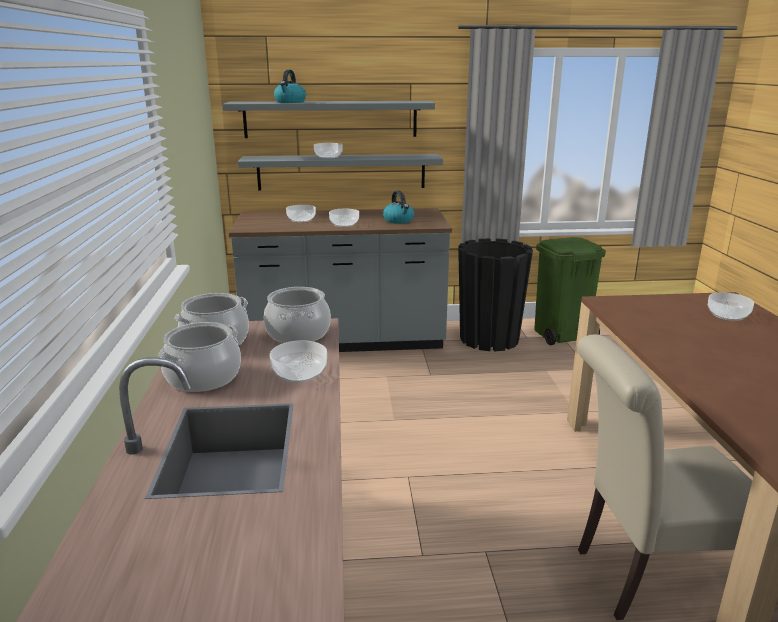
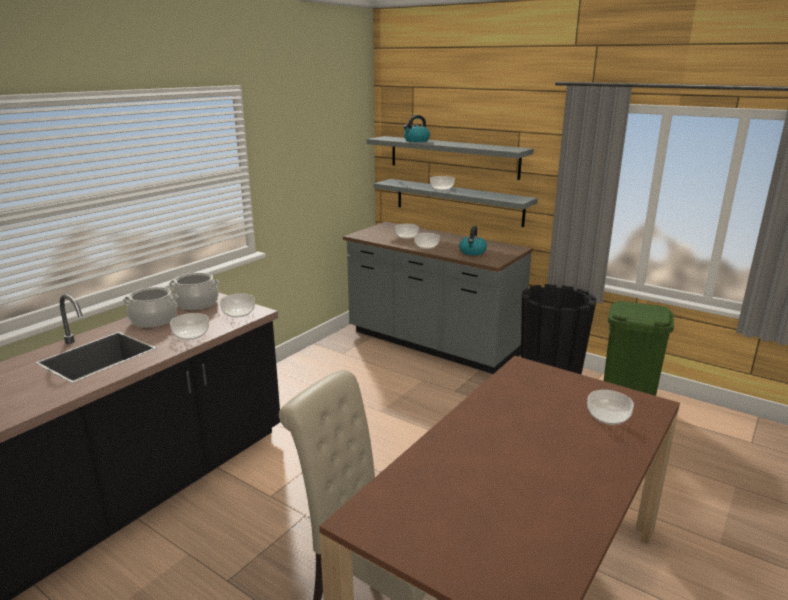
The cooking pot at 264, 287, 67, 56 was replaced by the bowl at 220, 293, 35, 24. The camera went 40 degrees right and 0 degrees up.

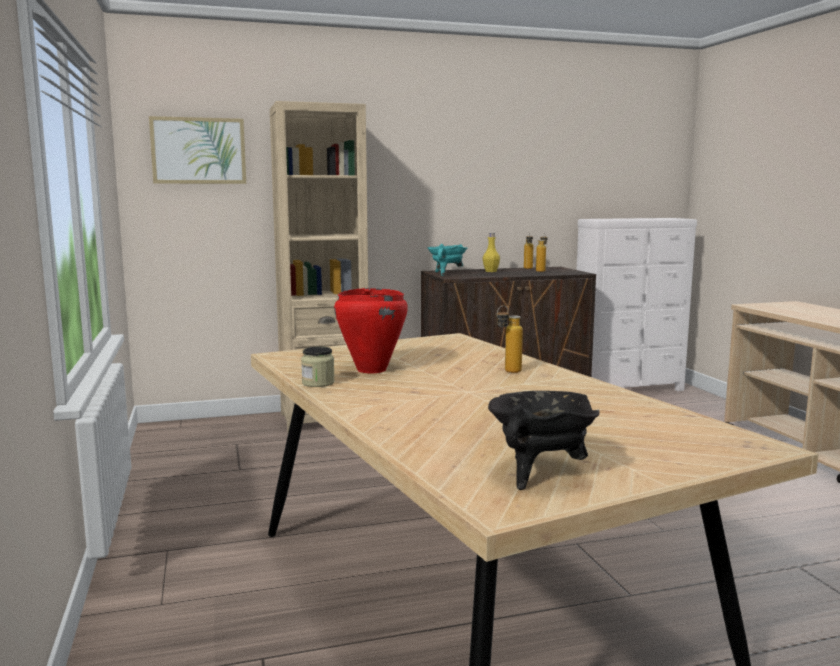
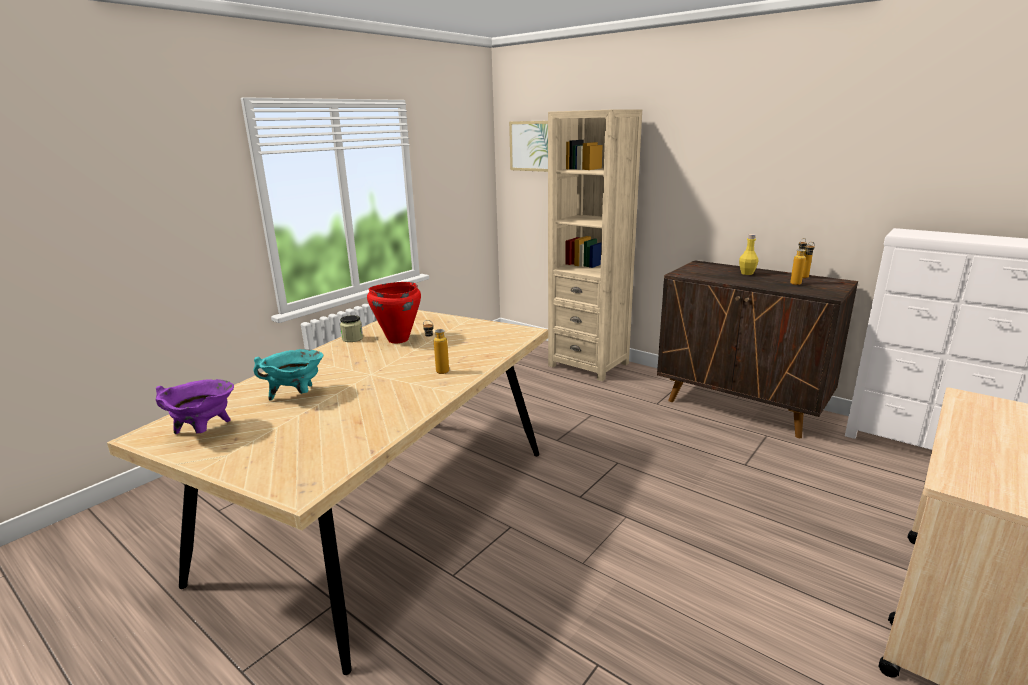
The cooking pot (turquoise) moved from 427, 244, 40, 32 to 253, 349, 70, 52. The cooking pot (black) at 488, 391, 112, 99 became the cooking pot (purple) at 156, 379, 78, 55. The camera went 55 degrees right and 10 degrees up.

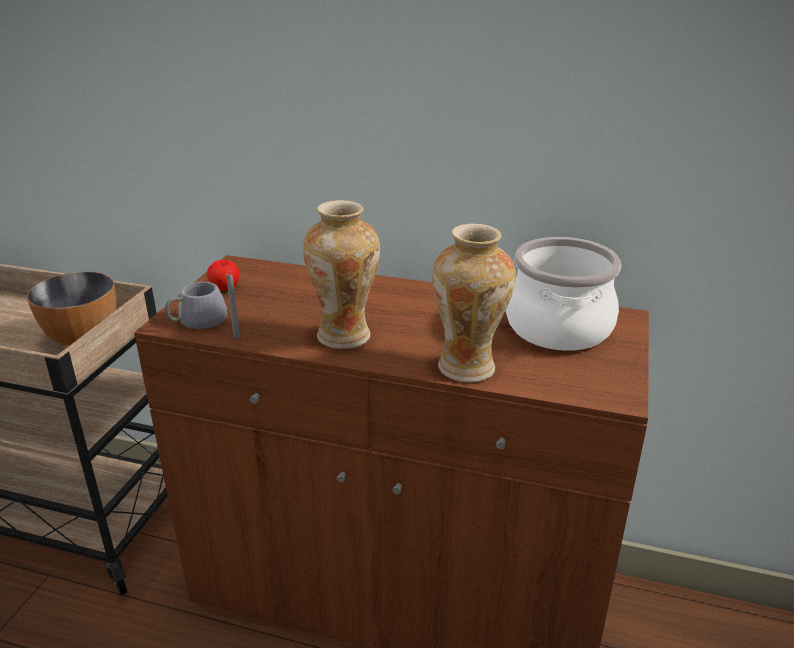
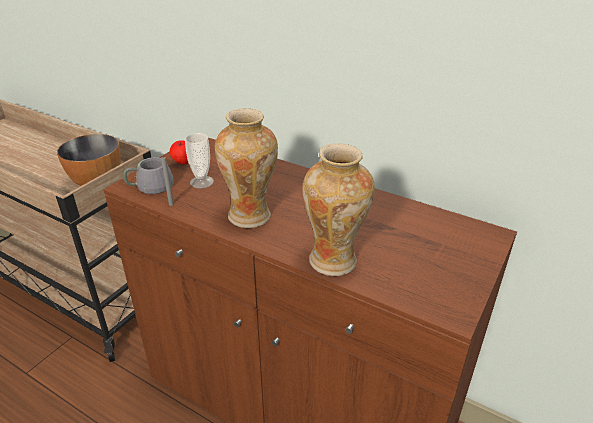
The cooking pot at 506, 237, 115, 114 disappeared. The cup at 185, 133, 29, 56 appeared. The camera went 15 degrees right and 5 degrees up.

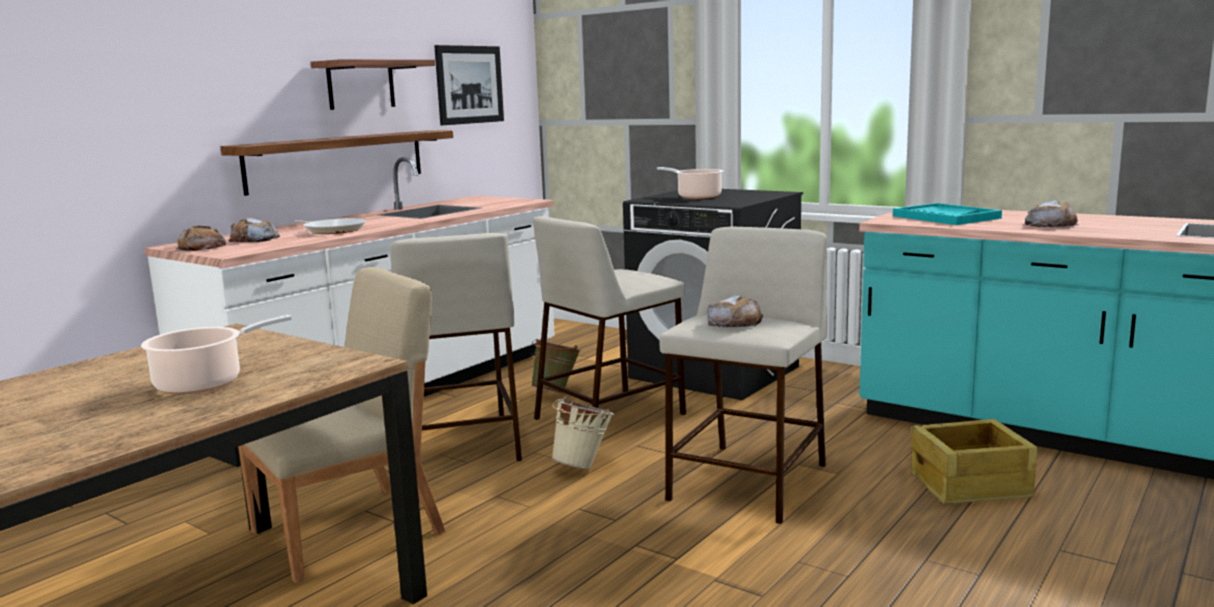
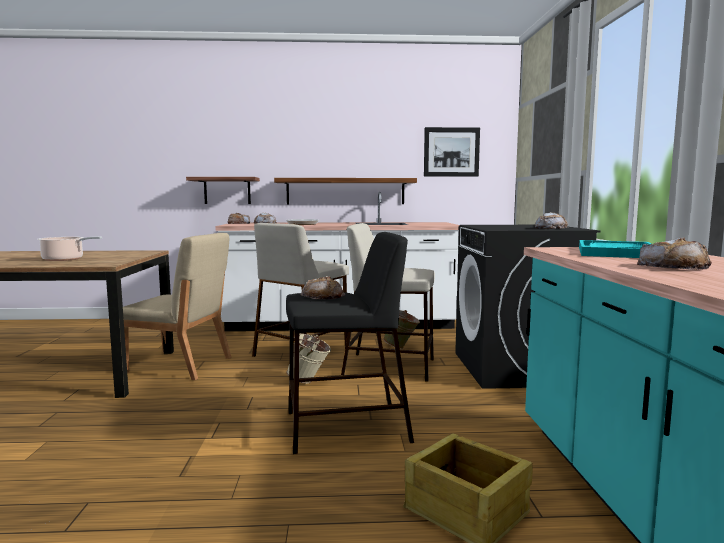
The shelf moved from 311, 59, 124, 51 to 186, 177, 74, 27. The cooking pot at 657, 167, 66, 32 disappeared. The stool (beige) at 660, 226, 167, 298 became the stool (black) at 286, 232, 128, 222. The bread at 535, 212, 33, 17 appeared. The camera went 50 degrees right and 5 degrees down.

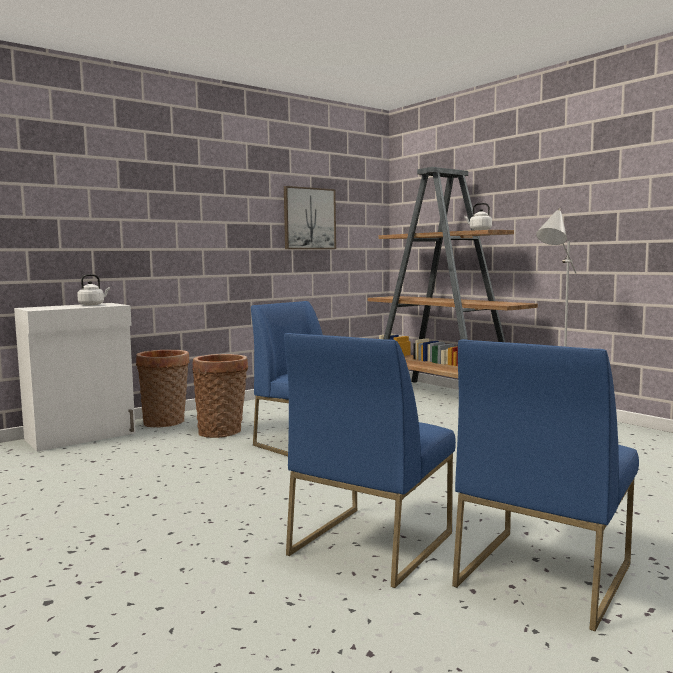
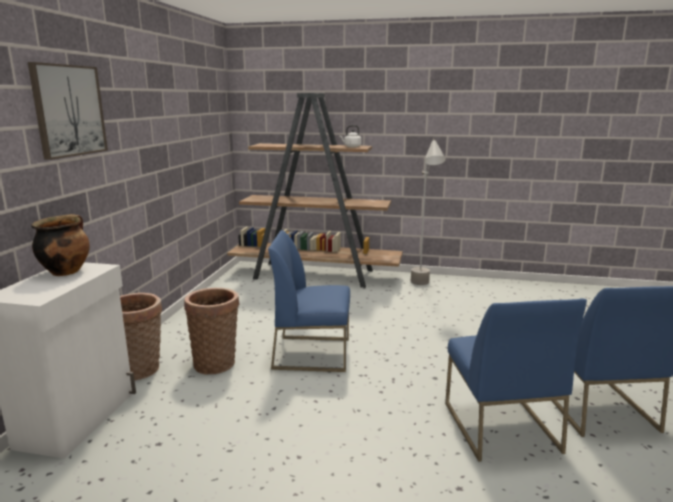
The picture moved from 284, 186, 52, 63 to 28, 62, 80, 98. The kettle (white) at 77, 274, 33, 31 was replaced by the cooking pot at 31, 214, 59, 62. The camera went 40 degrees left and 10 degrees up.

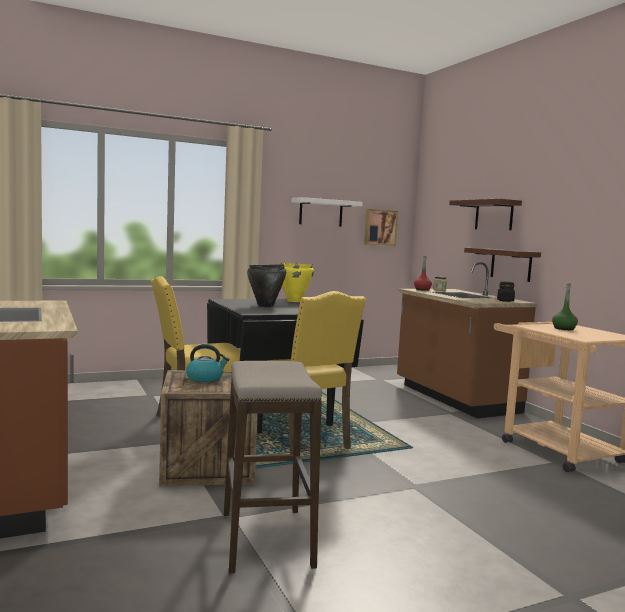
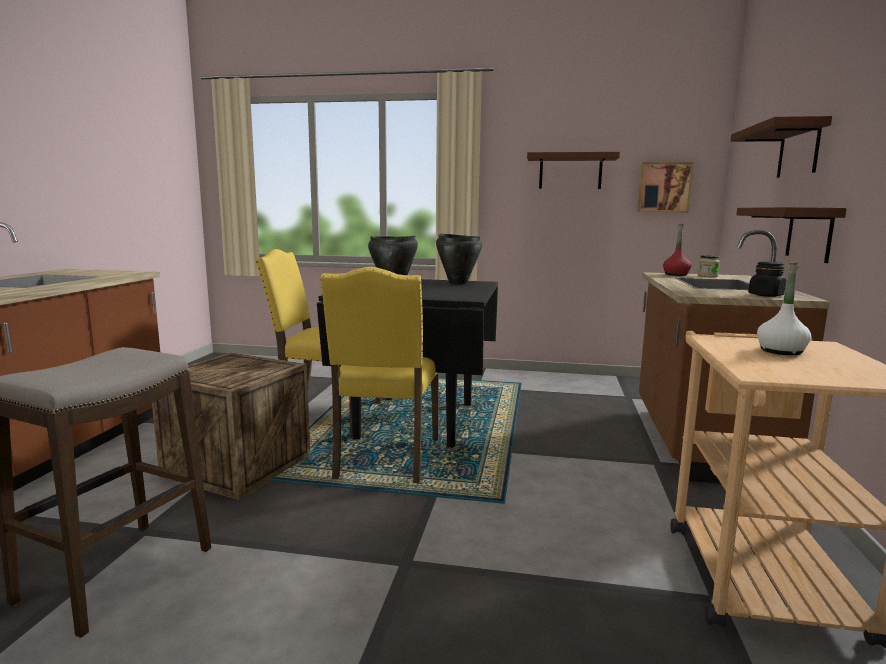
The shelf (white) at 291, 197, 72, 30 became the shelf (brown) at 527, 152, 93, 37. The cooking pot (yellow) at 280, 262, 34, 40 became the cooking pot (black) at 436, 234, 46, 51. The bottle (green) at 552, 283, 26, 47 became the bottle (white) at 757, 261, 55, 94. The kettle at 186, 344, 43, 38 disappeared. The camera went 35 degrees right and 5 degrees up.

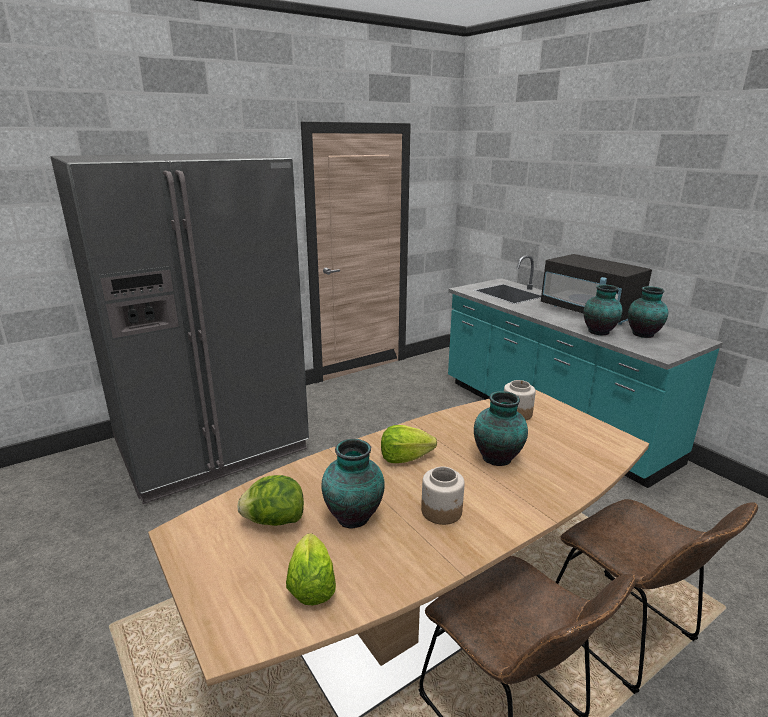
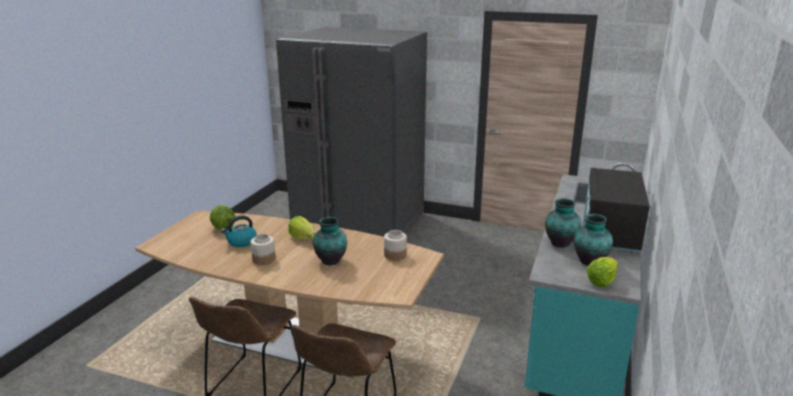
The vase at 322, 439, 63, 90 was replaced by the kettle at 221, 215, 36, 32. The lettuce moved from 286, 533, 50, 72 to 586, 257, 32, 30. The camera went 55 degrees right and 0 degrees up.

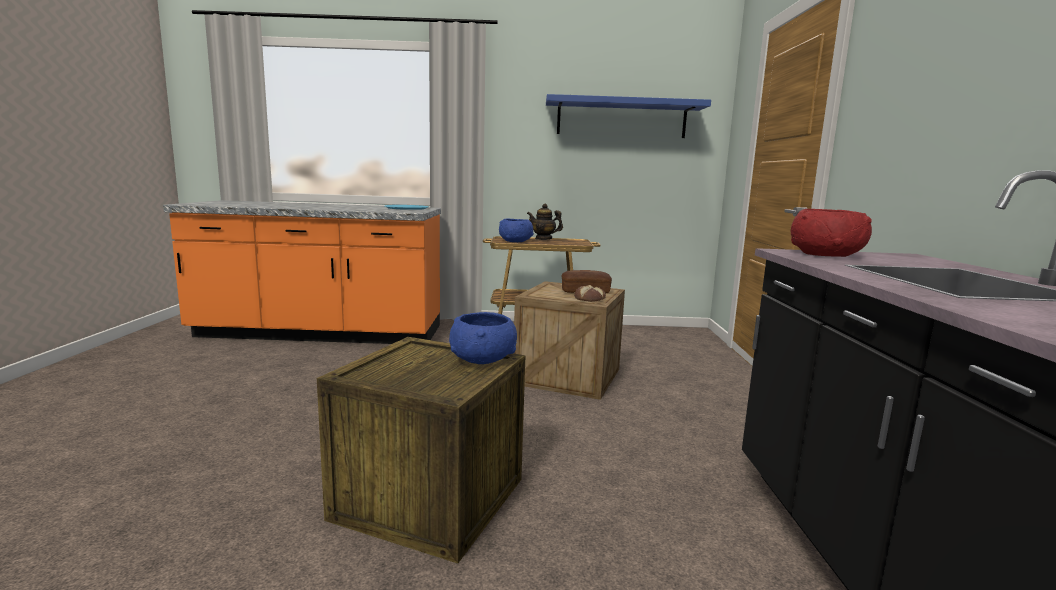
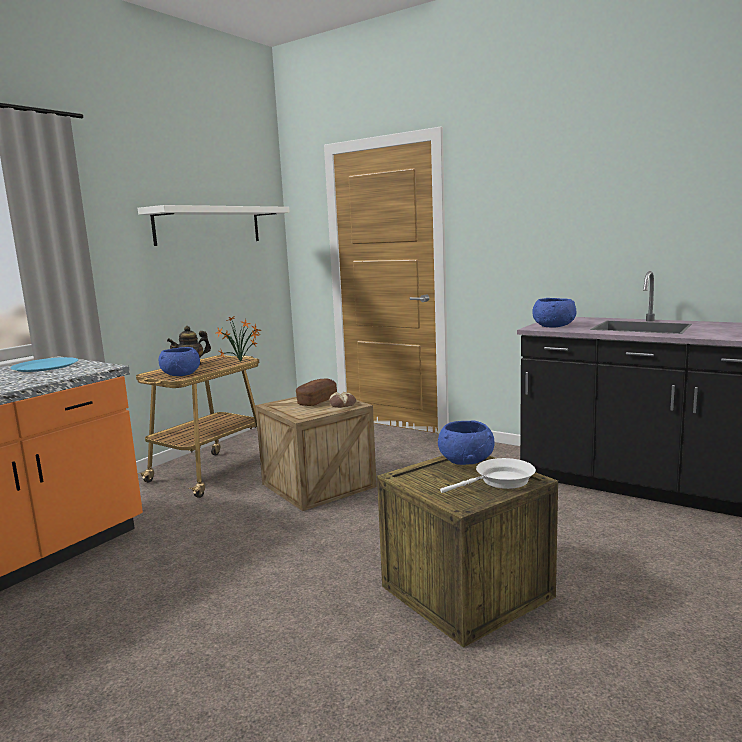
The shelf (blue) at 546, 94, 165, 44 became the shelf (white) at 138, 205, 152, 41. The bowl (red) at 791, 209, 81, 48 became the bowl (blue) at 532, 298, 44, 30. The potted plant at 216, 315, 45, 46 appeared. The frying pan (white) at 440, 458, 96, 35 appeared. The camera went 55 degrees left and 0 degrees up.

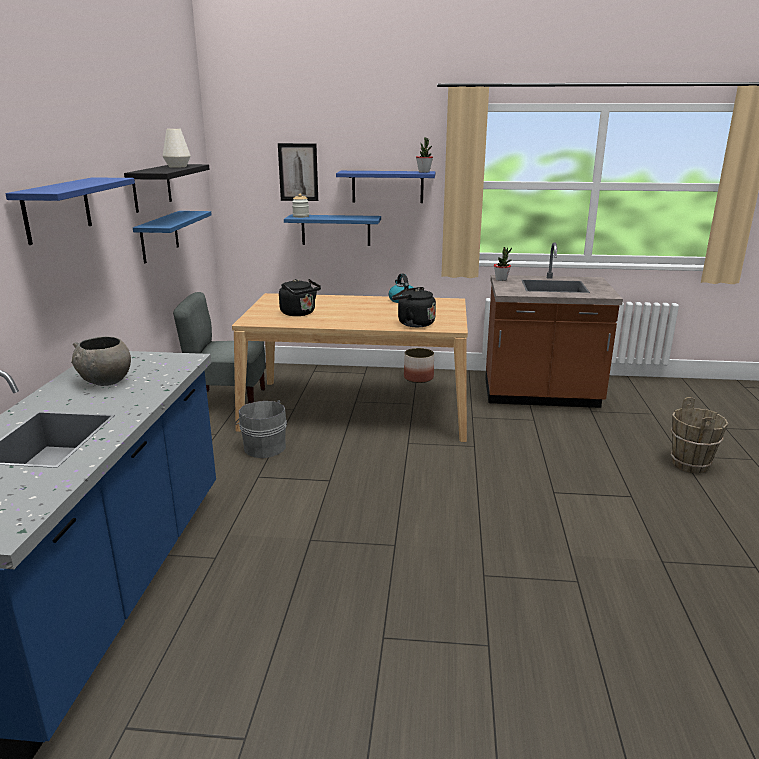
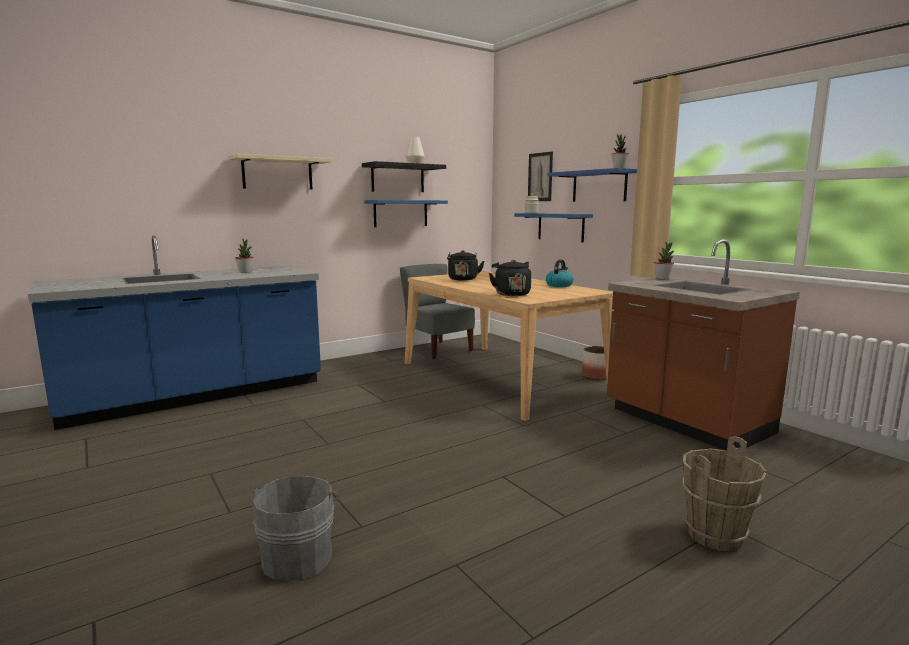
The shelf (blue) at 5, 177, 130, 68 became the shelf (beige) at 228, 154, 104, 36. The bowl (grey) at 71, 337, 60, 49 was replaced by the potted plant at 235, 239, 18, 34. The bucket (grey) moved from 235, 400, 52, 58 to 253, 476, 86, 105. The camera went 50 degrees right and 10 degrees down.

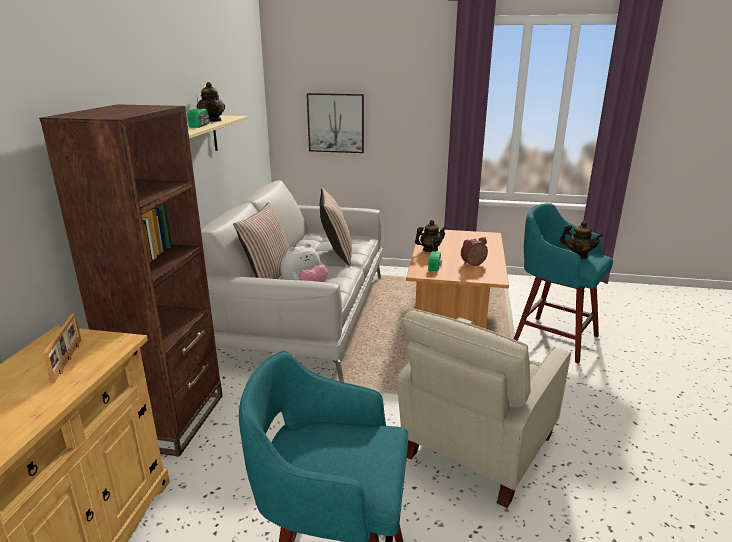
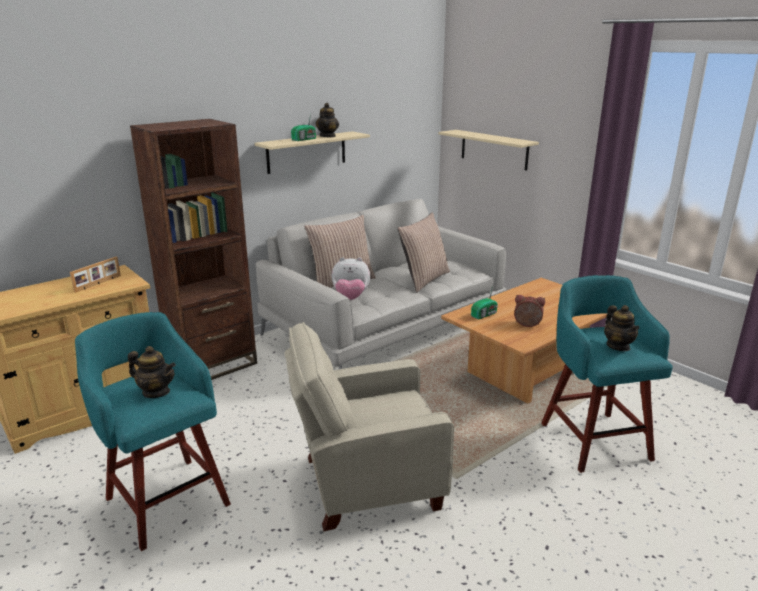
The picture at 307, 93, 57, 60 was replaced by the shelf (beige) at 438, 130, 101, 41. The teapot moved from 415, 220, 32, 32 to 128, 346, 48, 52. The camera went 40 degrees right and 0 degrees up.

